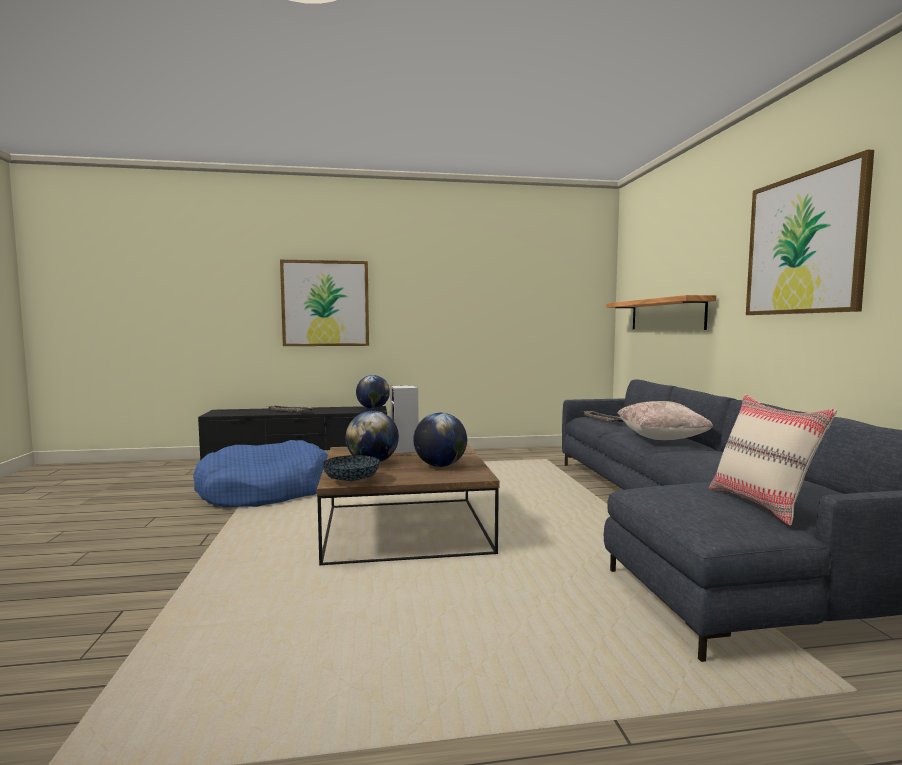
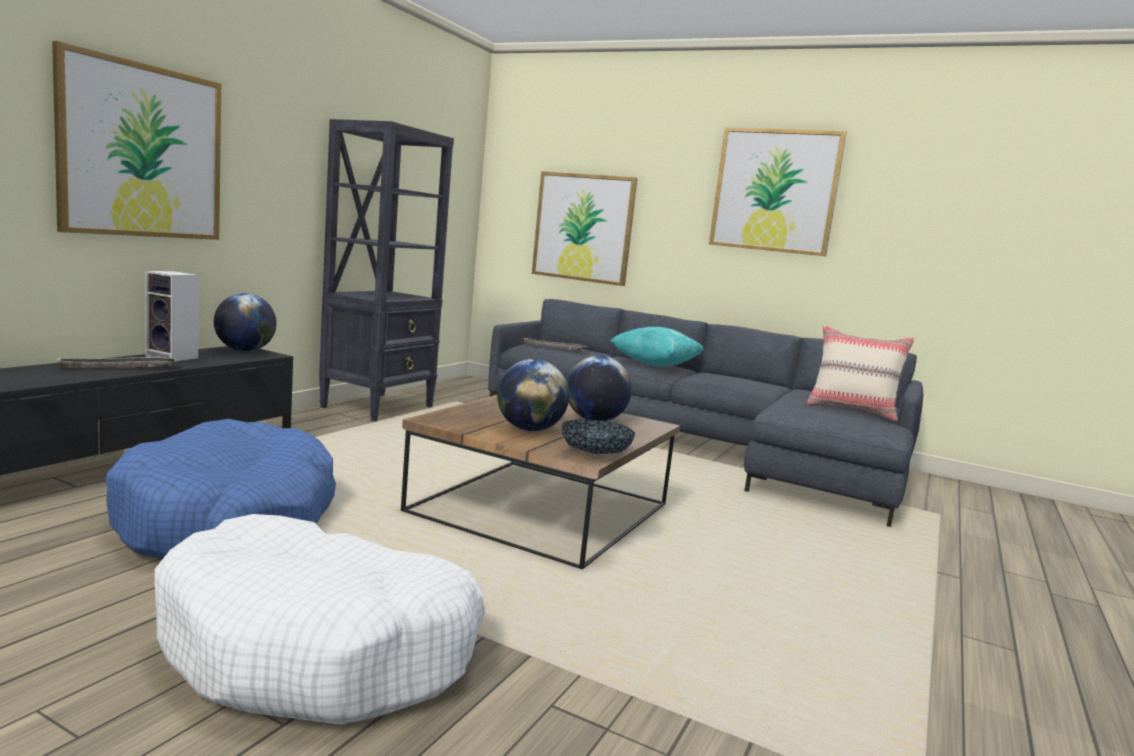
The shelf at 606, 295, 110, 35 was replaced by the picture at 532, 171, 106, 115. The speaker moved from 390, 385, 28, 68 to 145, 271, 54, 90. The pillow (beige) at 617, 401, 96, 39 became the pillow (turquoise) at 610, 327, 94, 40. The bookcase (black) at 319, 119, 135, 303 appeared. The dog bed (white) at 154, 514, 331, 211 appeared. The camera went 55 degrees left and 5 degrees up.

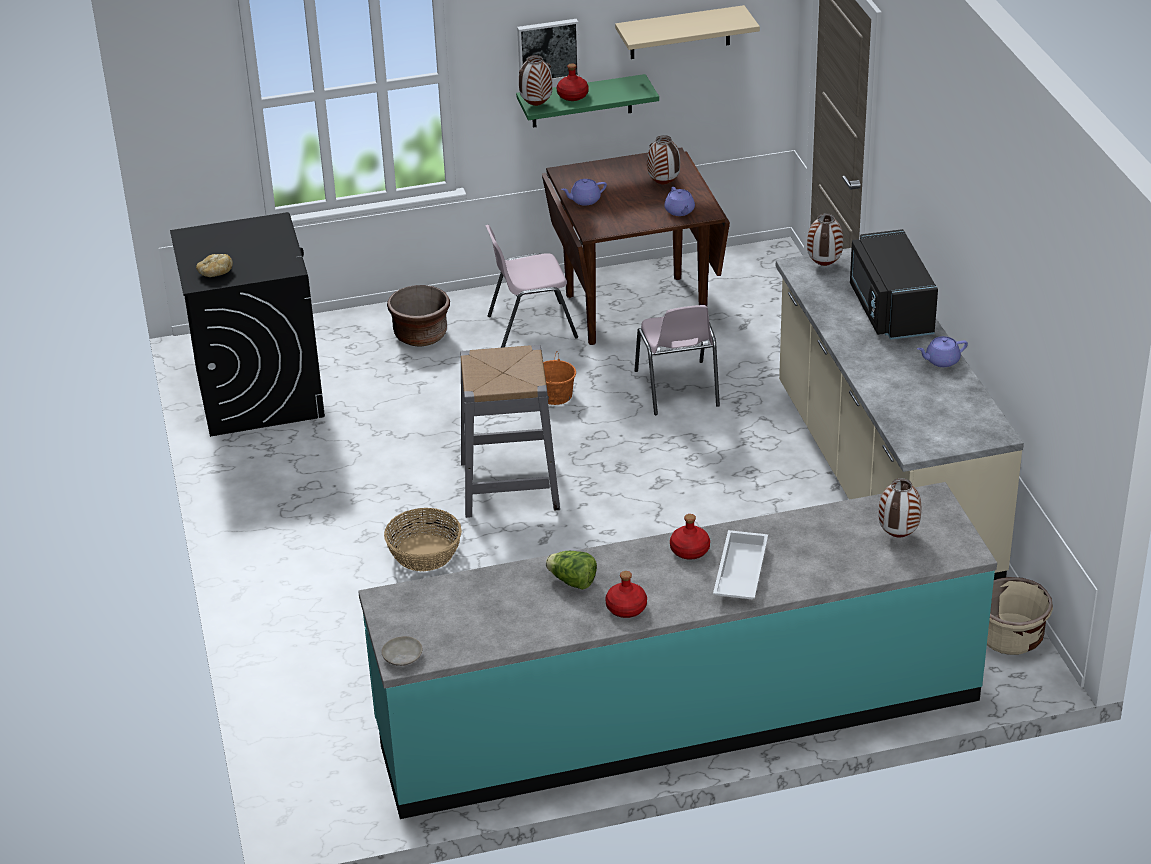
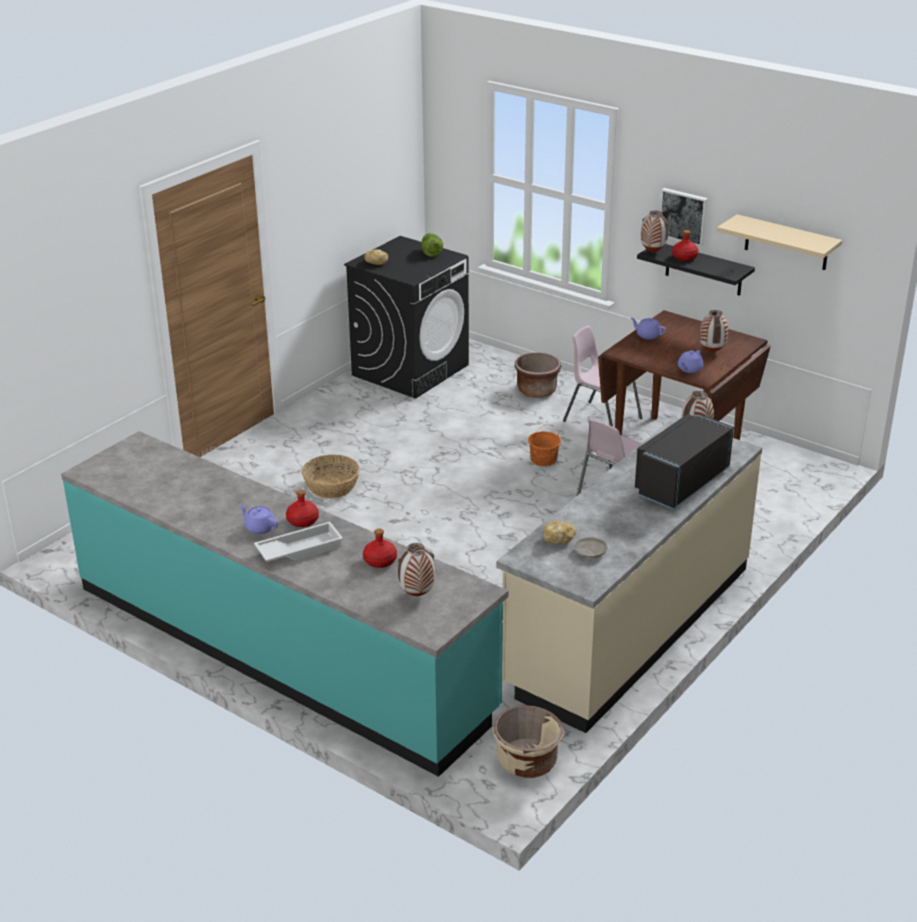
The shelf (green) at 516, 74, 143, 54 became the shelf (black) at 637, 244, 118, 52. The teapot (purple) moved from 917, 336, 51, 31 to 239, 504, 39, 30. The stool (grey) at 460, 345, 100, 173 disappeared. The lettuce moved from 546, 551, 51, 39 to 421, 233, 22, 24. The bottle (red) moved from 605, 571, 42, 47 to 363, 529, 34, 39. The plate (beige) moved from 382, 636, 40, 30 to 574, 537, 34, 21. The bread at 543, 521, 33, 23 appeared. The camera went 50 degrees right and 5 degrees down.

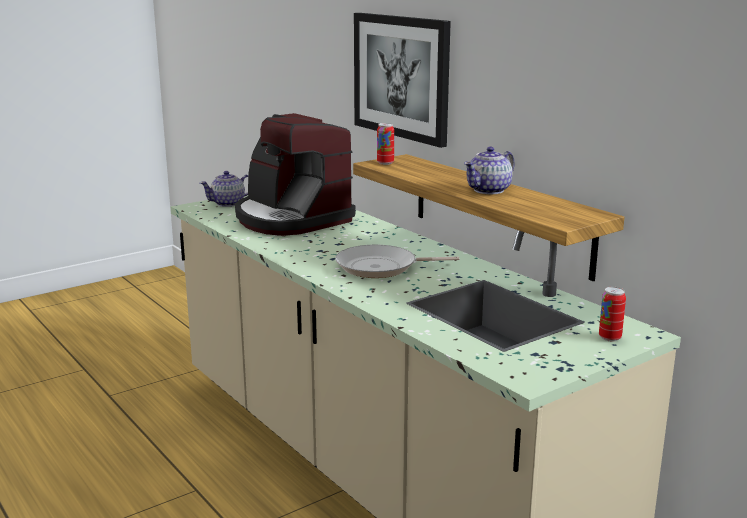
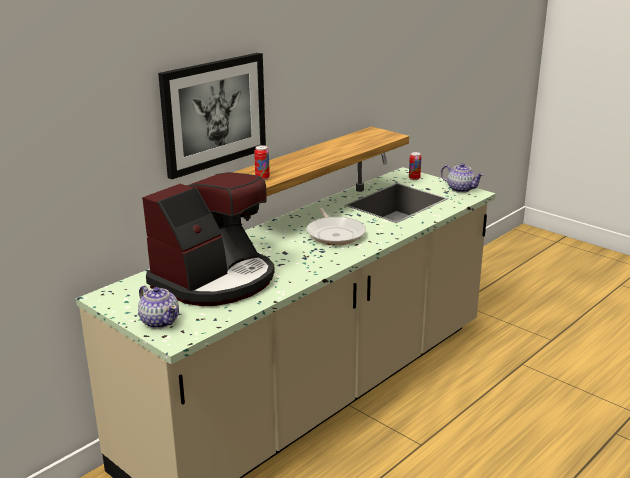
The teapot moved from 464, 147, 51, 47 to 441, 163, 43, 30. The camera went 100 degrees left and 5 degrees up.

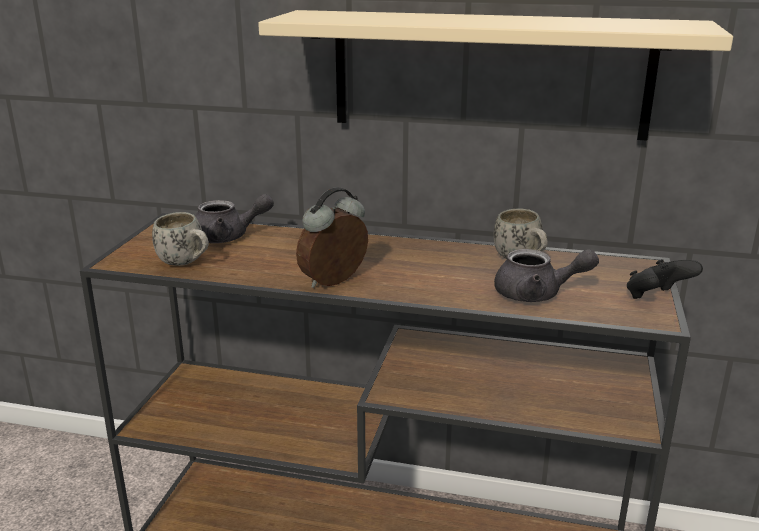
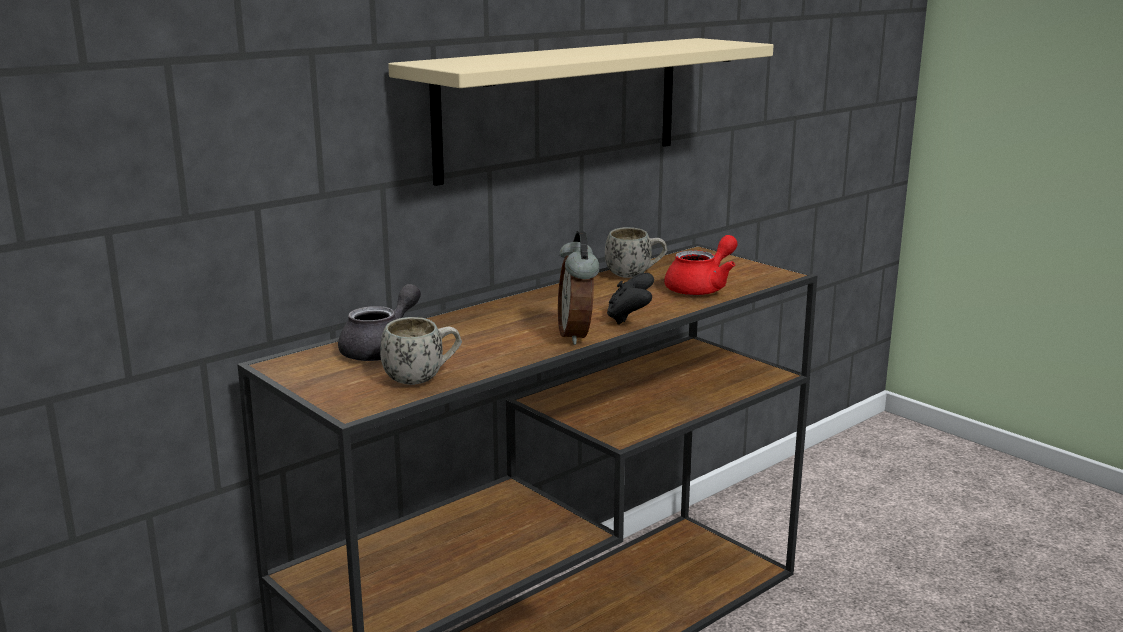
The teapot (grey) at 494, 249, 105, 53 became the teapot (red) at 664, 235, 74, 60. The game controller (black) moved from 627, 259, 76, 40 to 607, 273, 47, 52. The camera went 55 degrees left and 5 degrees down.

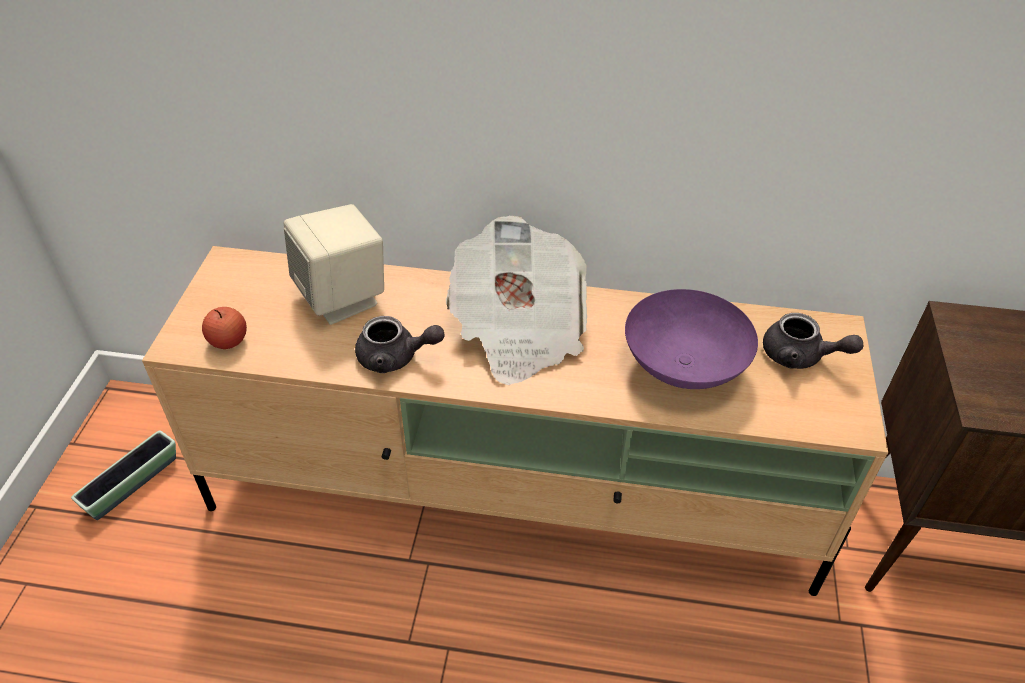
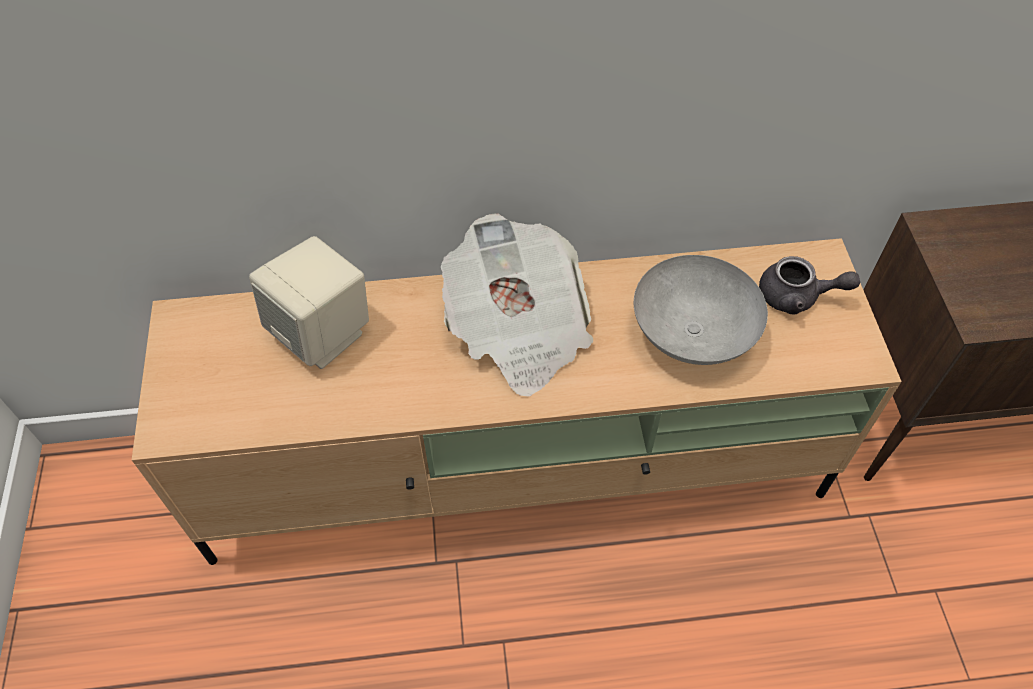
The bowl (purple) at 625, 289, 133, 100 became the bowl (grey) at 634, 255, 134, 110. The apple at 202, 307, 45, 42 disappeared. The teapot (grey) at 355, 316, 89, 57 disappeared. The planter at 71, 430, 105, 90 disappeared. The camera went 15 degrees left and 10 degrees up.

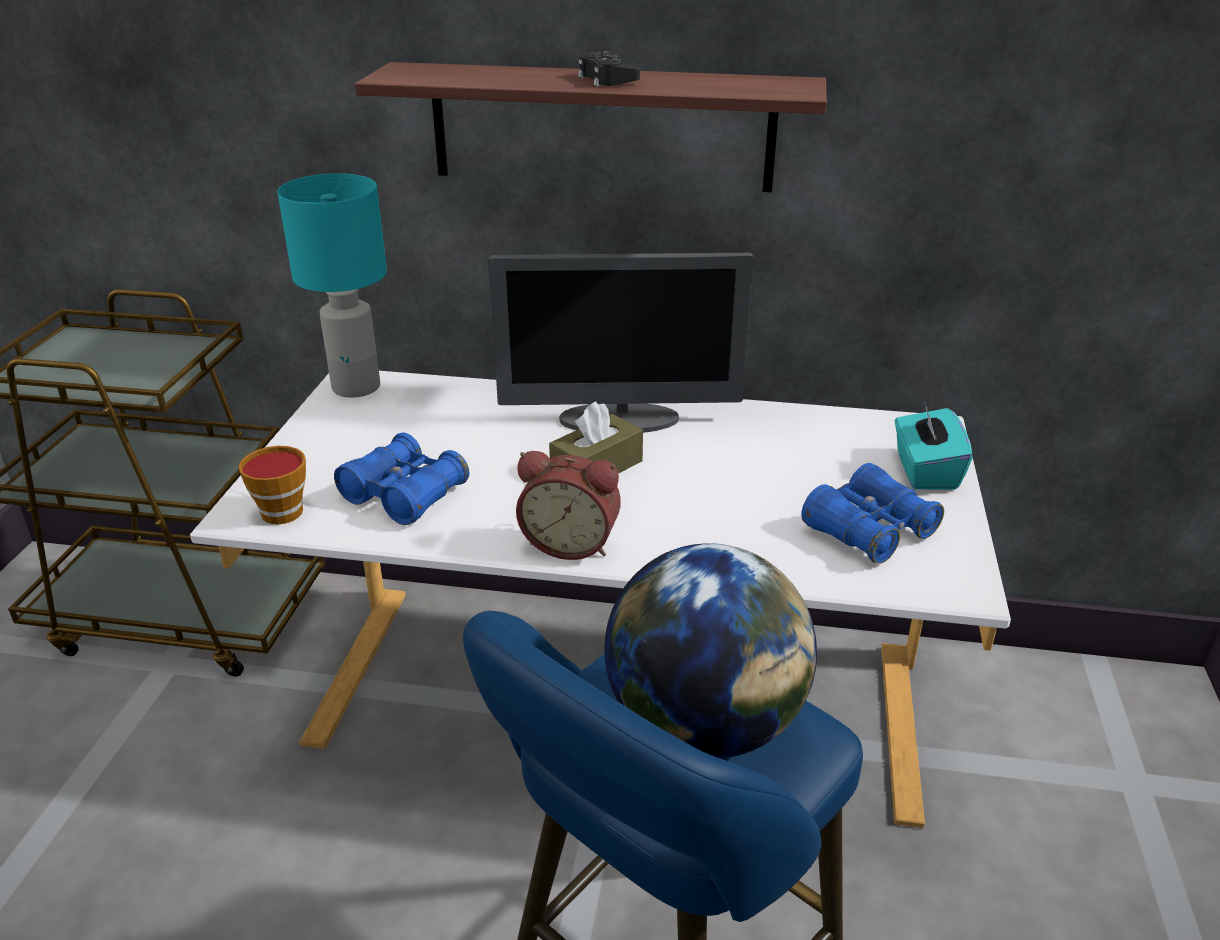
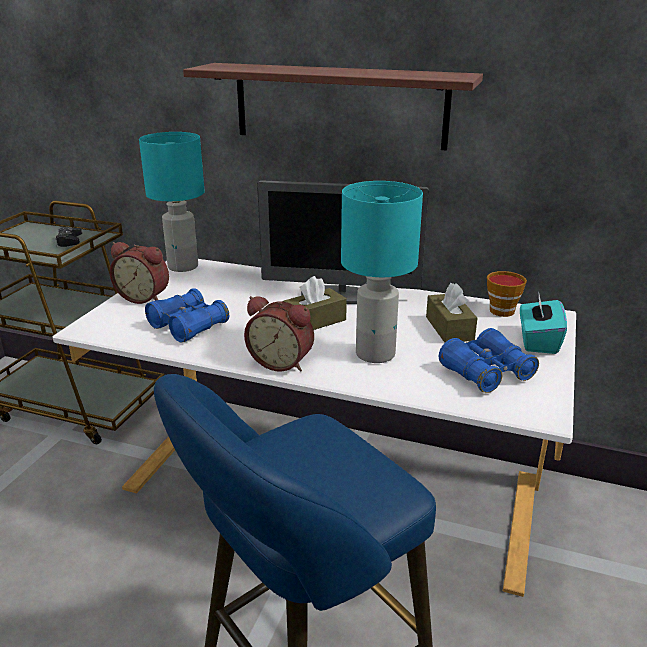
The game controller (black) moved from 578, 51, 62, 35 to 56, 227, 26, 20. The cup moved from 238, 446, 68, 78 to 487, 271, 40, 46. The globe at 604, 543, 213, 215 disappeared. The table lamp (turquoise) at 341, 181, 82, 182 appeared. The alarm clock at 110, 242, 59, 62 appeared. The tissue box (brown) at 426, 283, 51, 60 appeared. The camera went 10 degrees right and 5 degrees down.

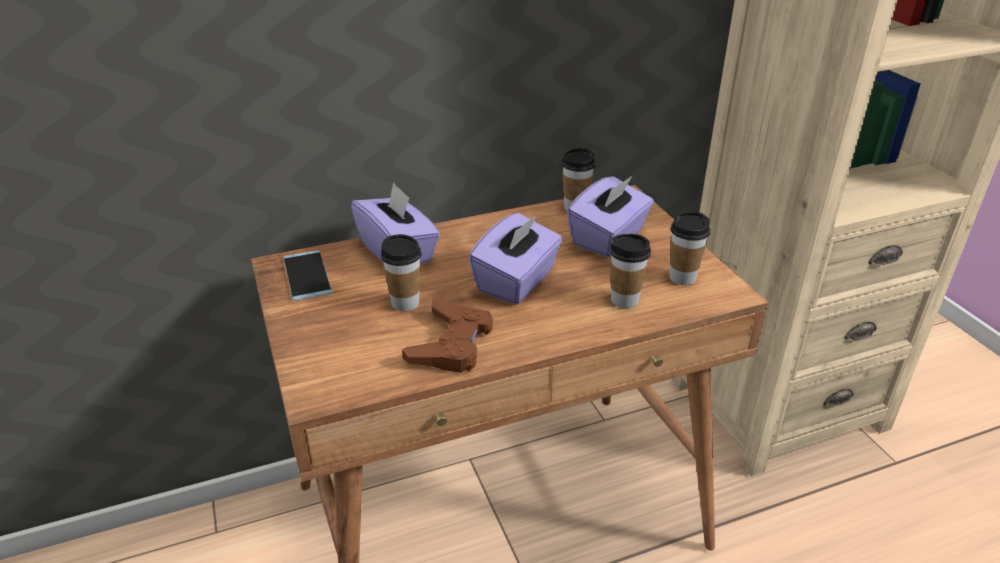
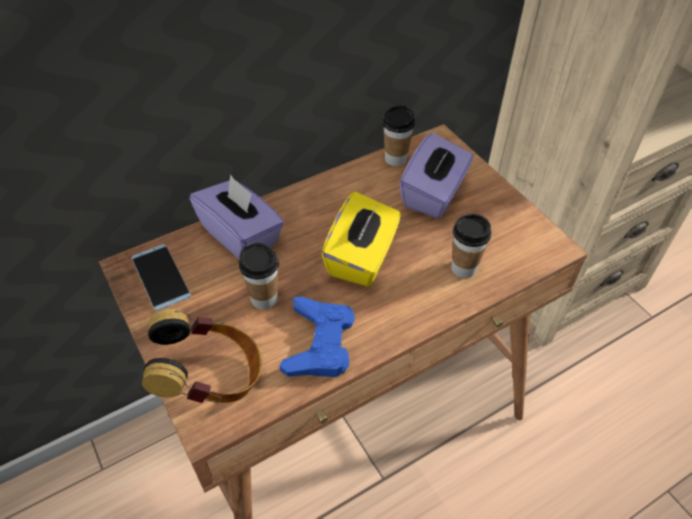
The cup at 669, 211, 41, 74 disappeared. The tissue box (purple) at 469, 213, 94, 91 became the tissue box (yellow) at 321, 192, 80, 95. The game controller (brown) at 402, 299, 91, 74 became the game controller (blue) at 280, 296, 75, 81. The headphones at 142, 309, 120, 94 appeared. The camera went 10 degrees left and 15 degrees up.

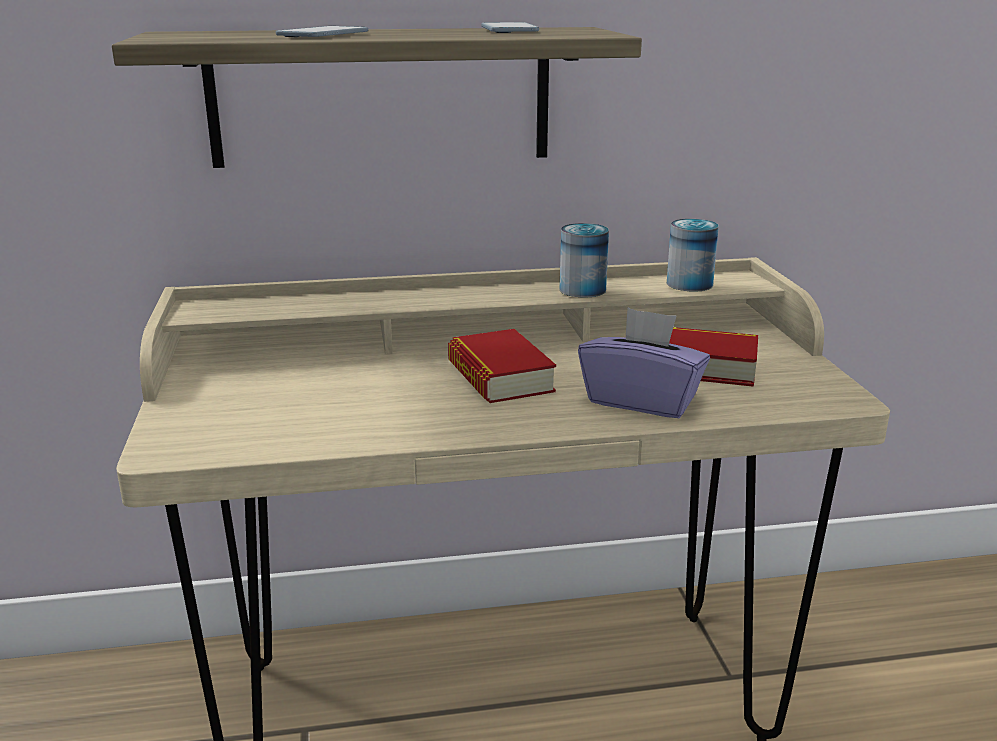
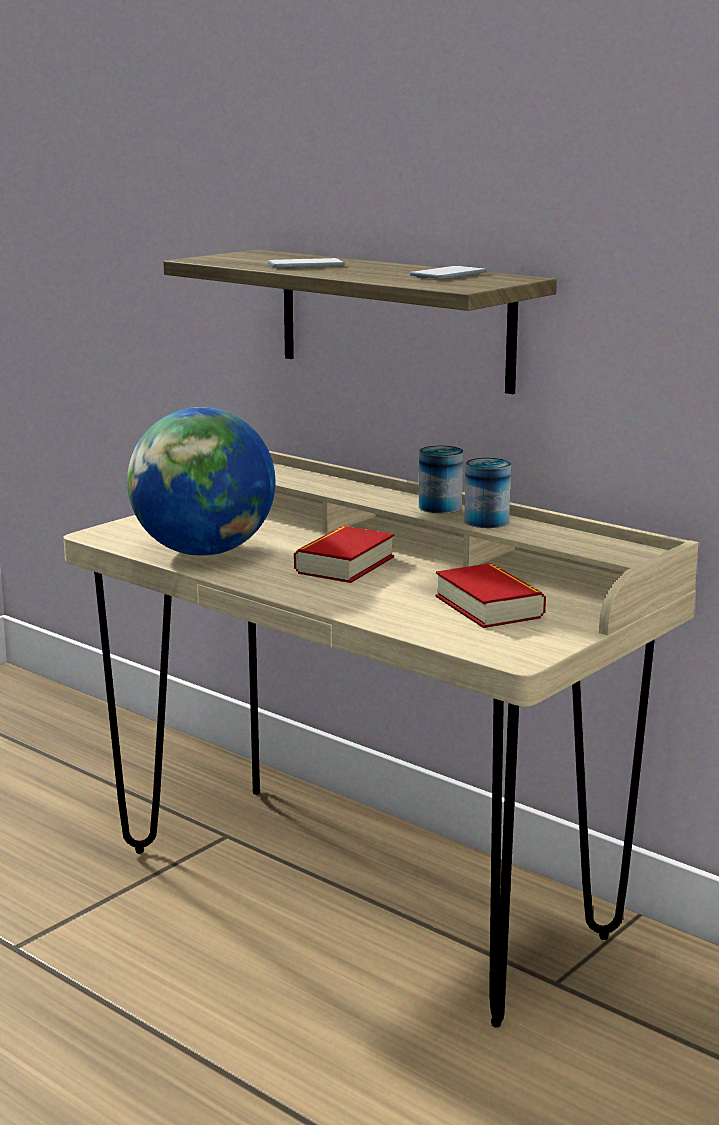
The can moved from 667, 219, 52, 73 to 418, 446, 45, 67. The tissue box (purple) at 578, 308, 132, 110 disappeared. The globe at 127, 407, 148, 149 appeared. The camera went 50 degrees right and 5 degrees down.

